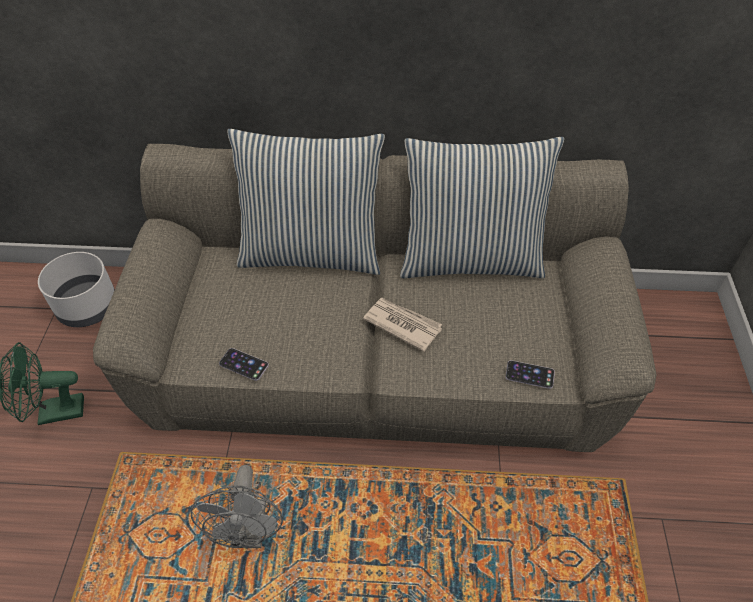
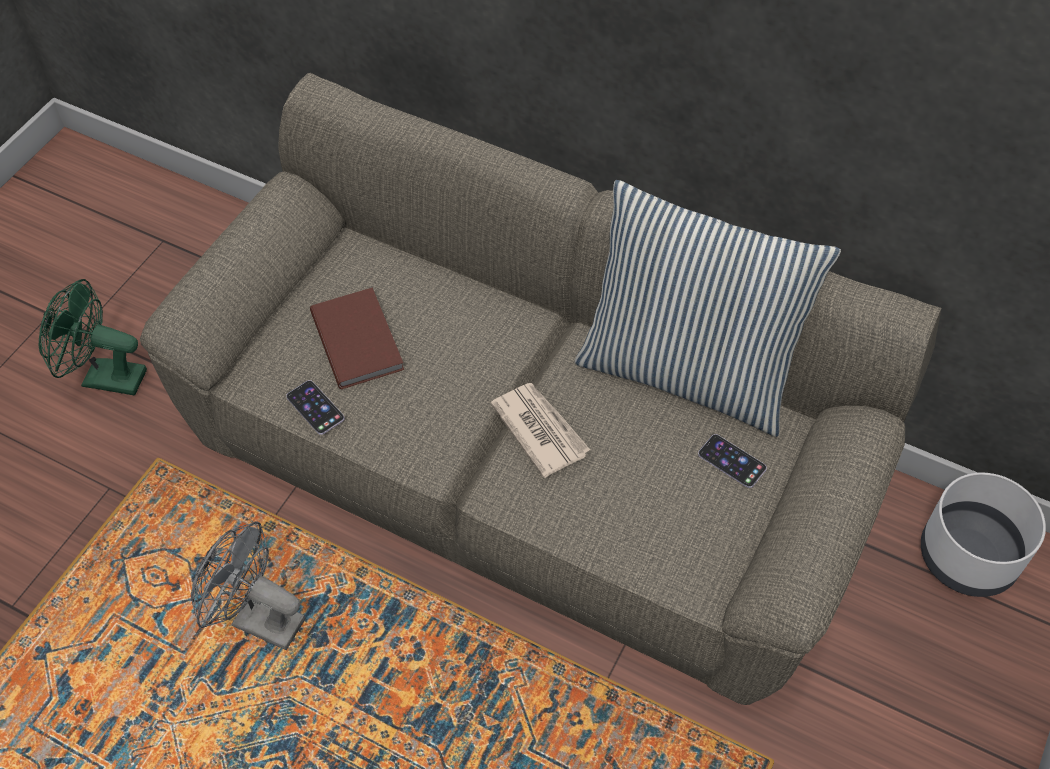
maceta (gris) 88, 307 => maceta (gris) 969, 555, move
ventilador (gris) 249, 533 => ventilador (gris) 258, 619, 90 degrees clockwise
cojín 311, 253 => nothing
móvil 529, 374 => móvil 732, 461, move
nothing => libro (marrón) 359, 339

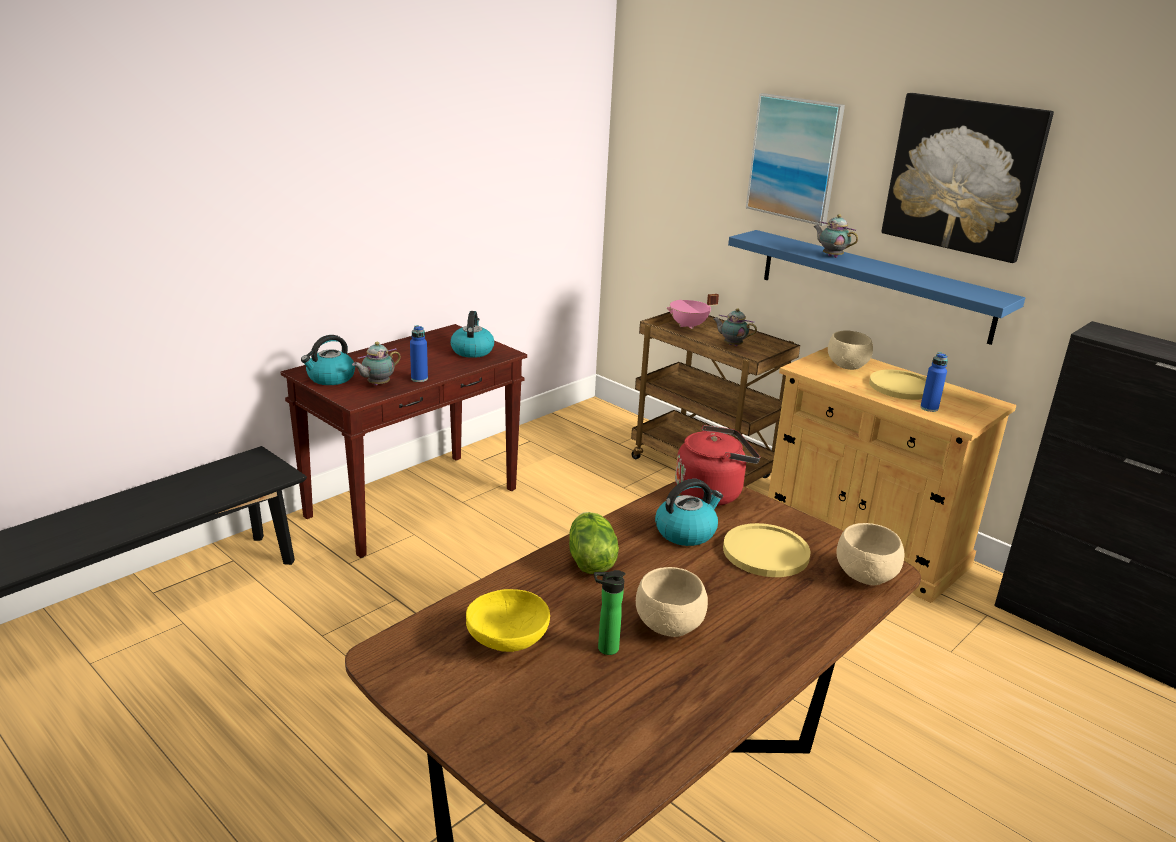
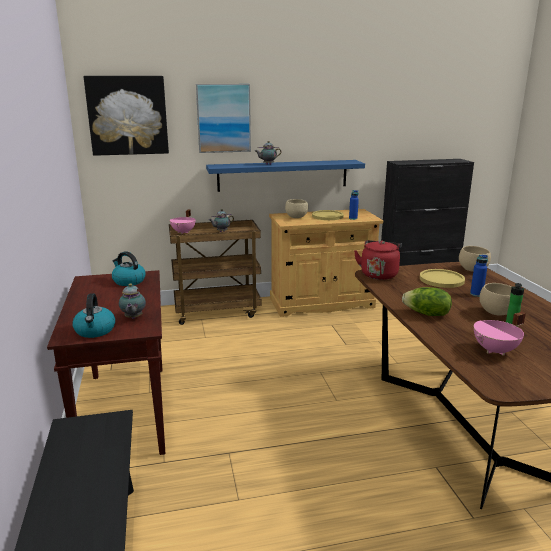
botella (azul) 419, 379 => botella (azul) 476, 294, move
cuenco (amarillo) 507, 642 => olla (rosa) 496, 351
hervidor 686, 532 => nothing
cuadro 963, 176 => cuadro 128, 115, move

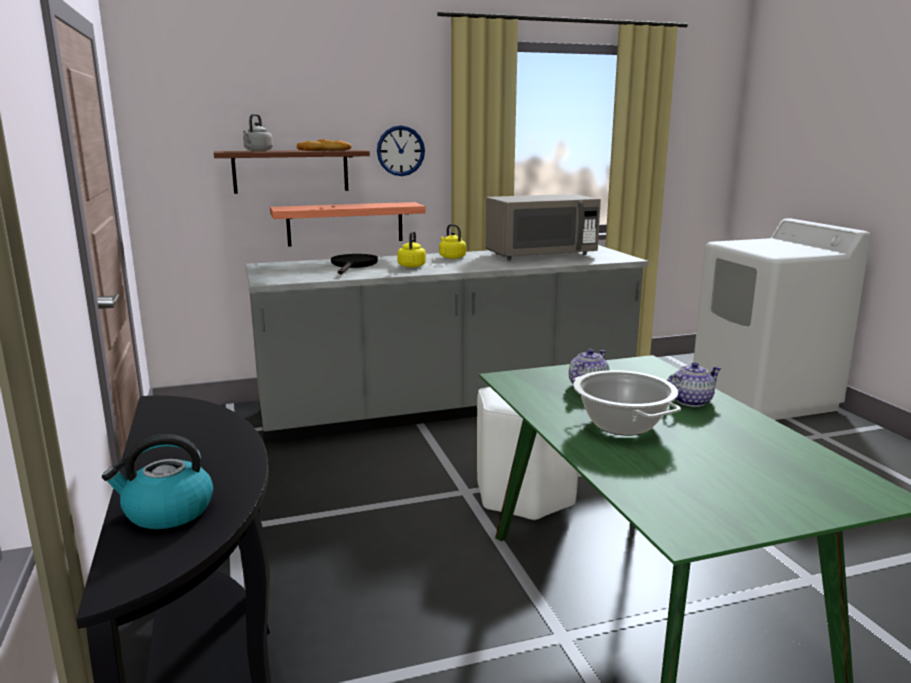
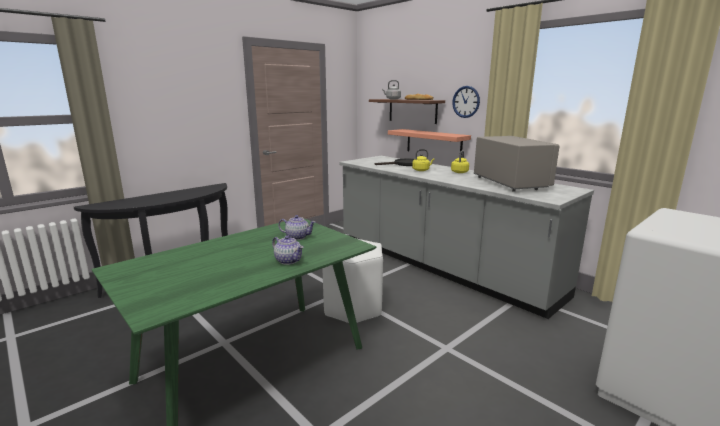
hervidor 167, 512 => nothing
microondas (gris) 540, 255 => microondas (gris) 510, 183, 150 degrees counterclockwise
olla 621, 424 => nothing

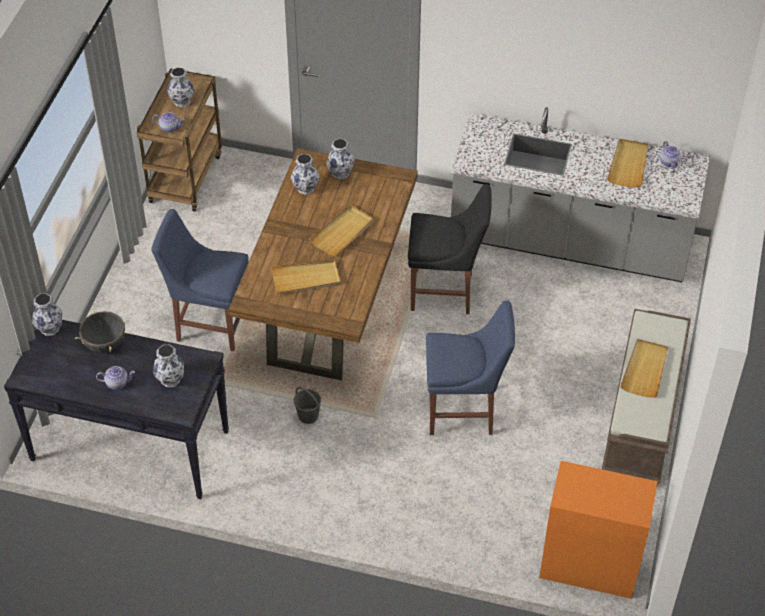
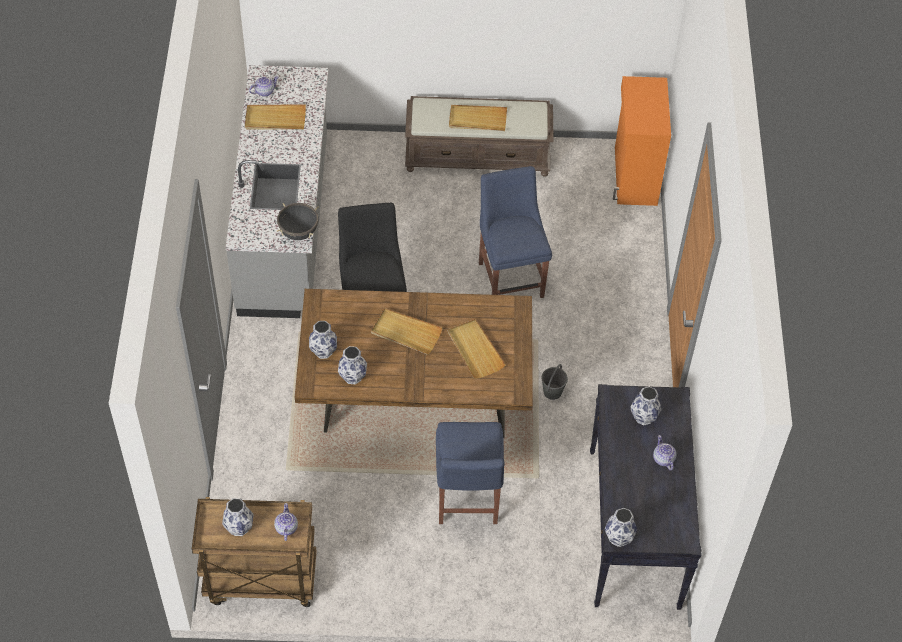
olla (negro) 105, 344 => olla (negro) 298, 232, move

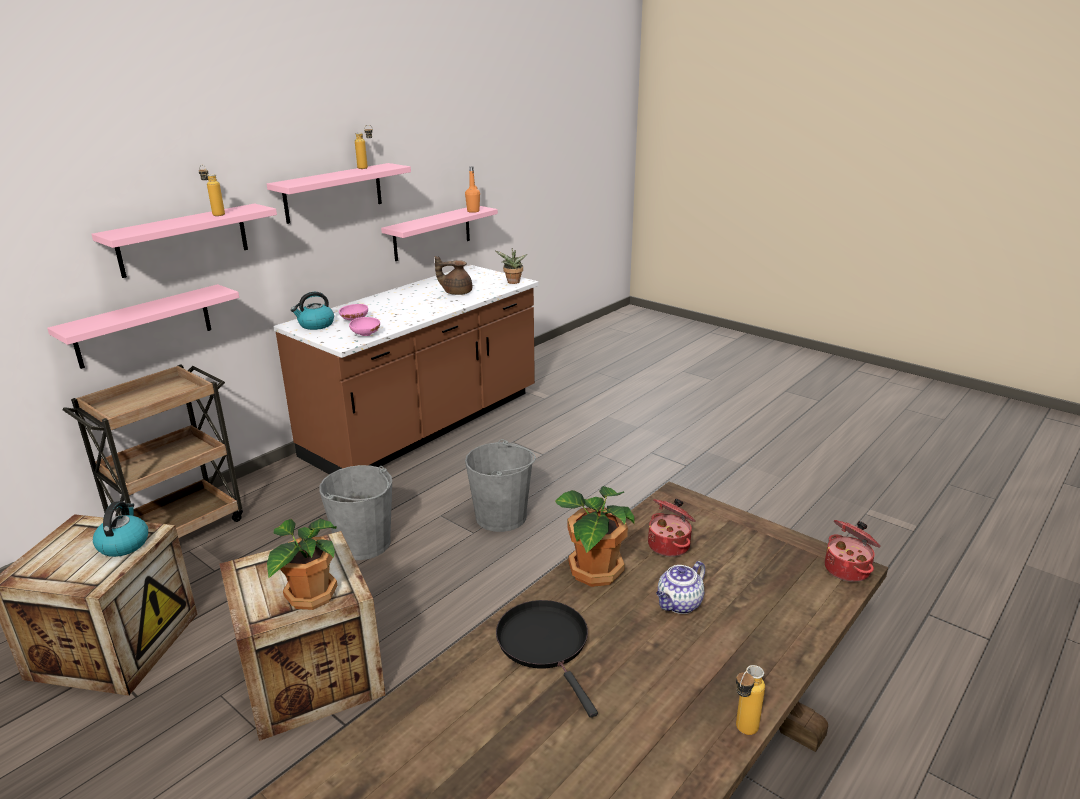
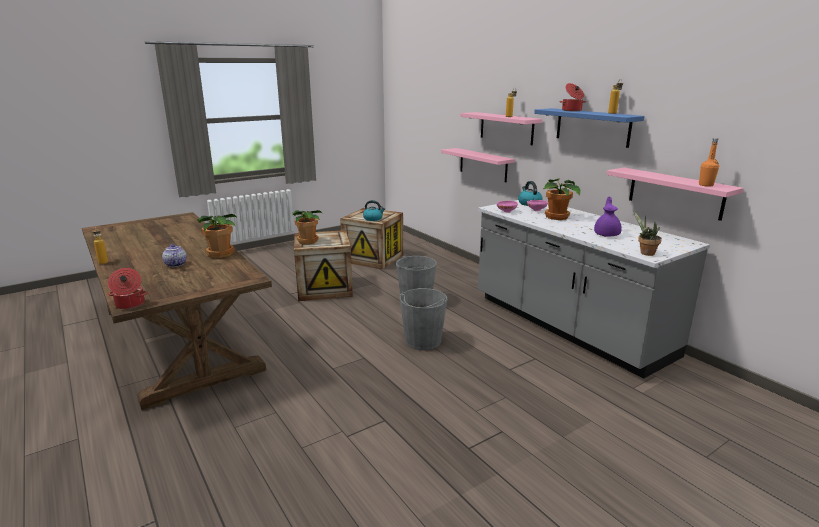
carrito (marrón) 179, 528 => nothing
estante (rosa) 333, 193 => estante (azul) 592, 127
mueble bajo de cocina (marrón) 425, 425 => mueble bajo de cocina (gris) 568, 326
tetera (marrón) 456, 292 => tetera (morado) 607, 234
sartén (negro) 545, 644 => nothing
olla 670, 545 => olla 572, 110, move
nothing => planta en maceta 557, 217

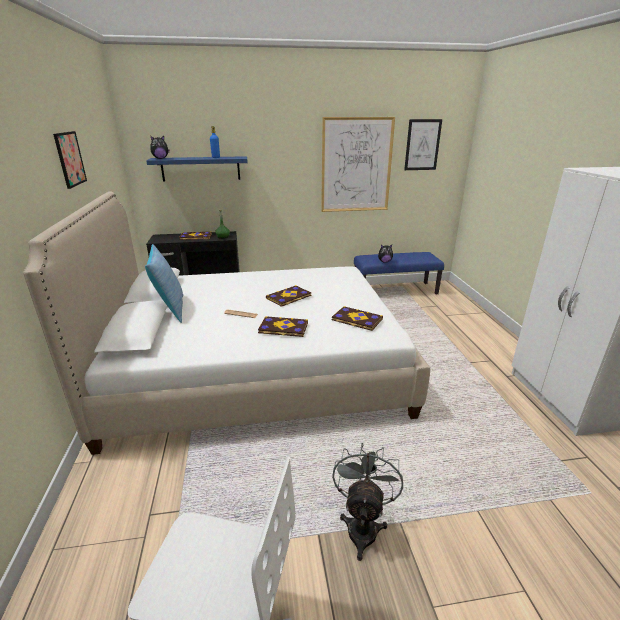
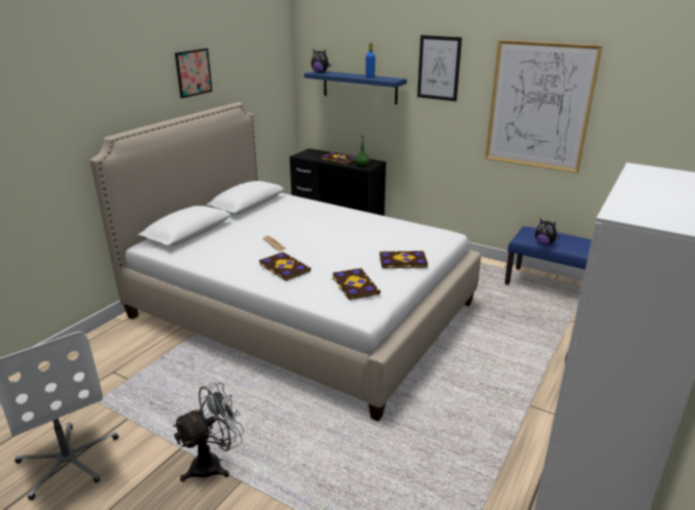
cojín 170, 309 => nothing
libro 289, 297 => libro 403, 261, move
cuadro 422, 145 => cuadro 439, 68, move

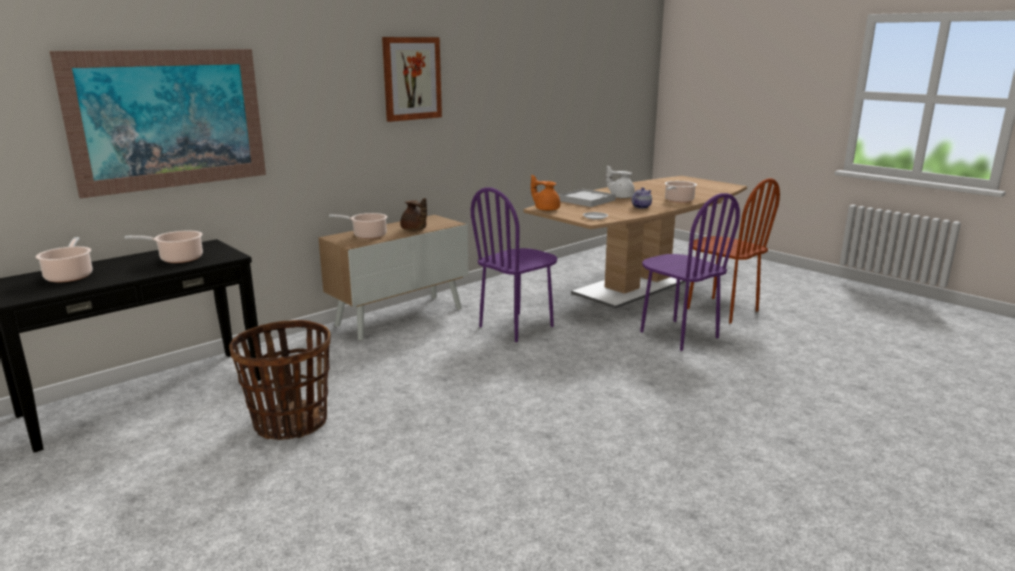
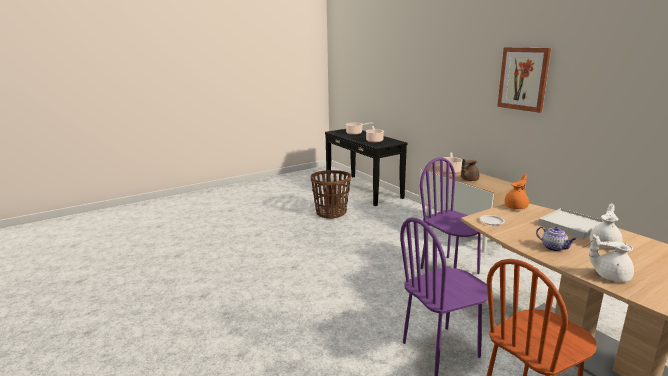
cuadro 169, 119 => nothing
olla 678, 201 => tetera (blanco) 610, 276

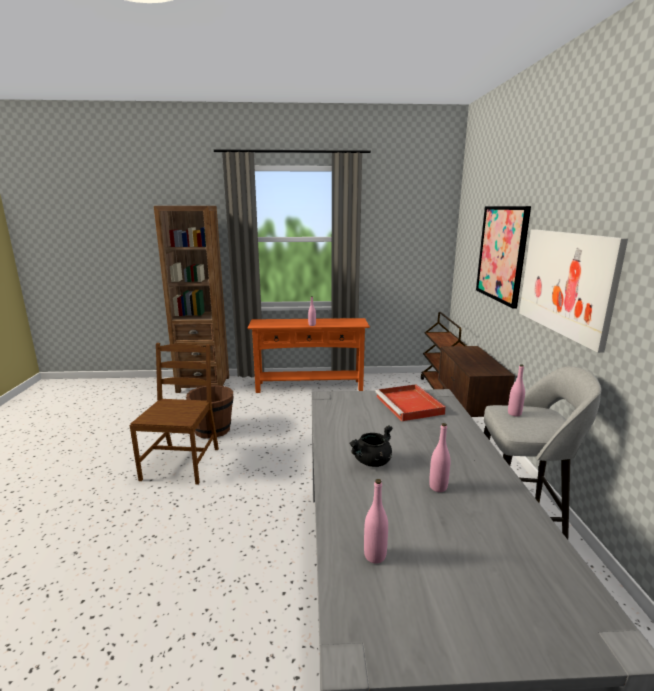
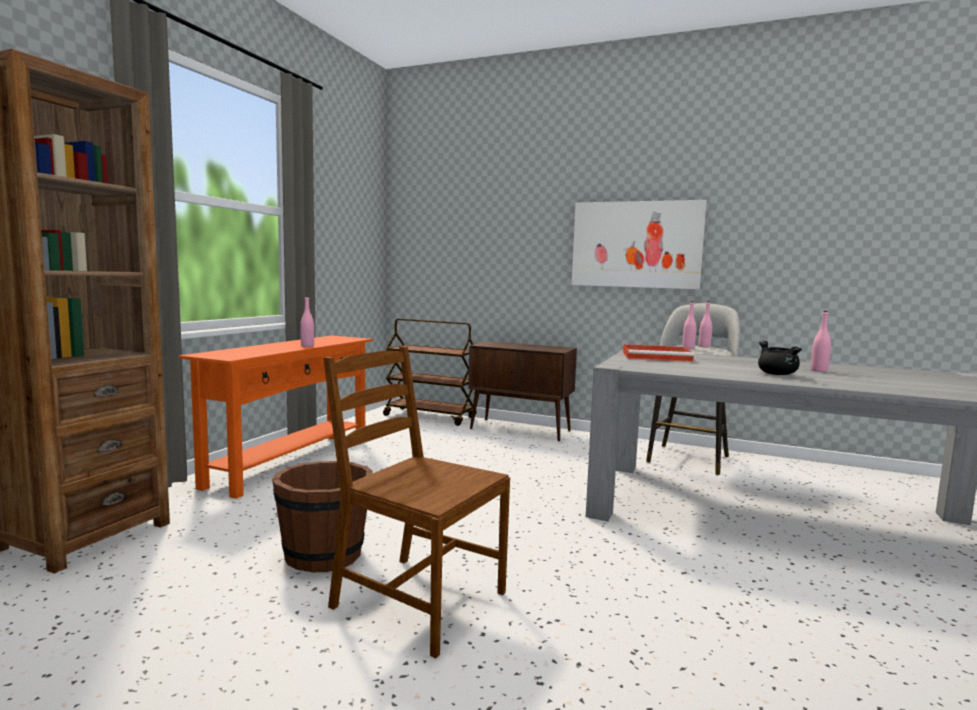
botella (rosa) 375, 555 => botella (rosa) 704, 346, move
cuadro 501, 253 => nothing

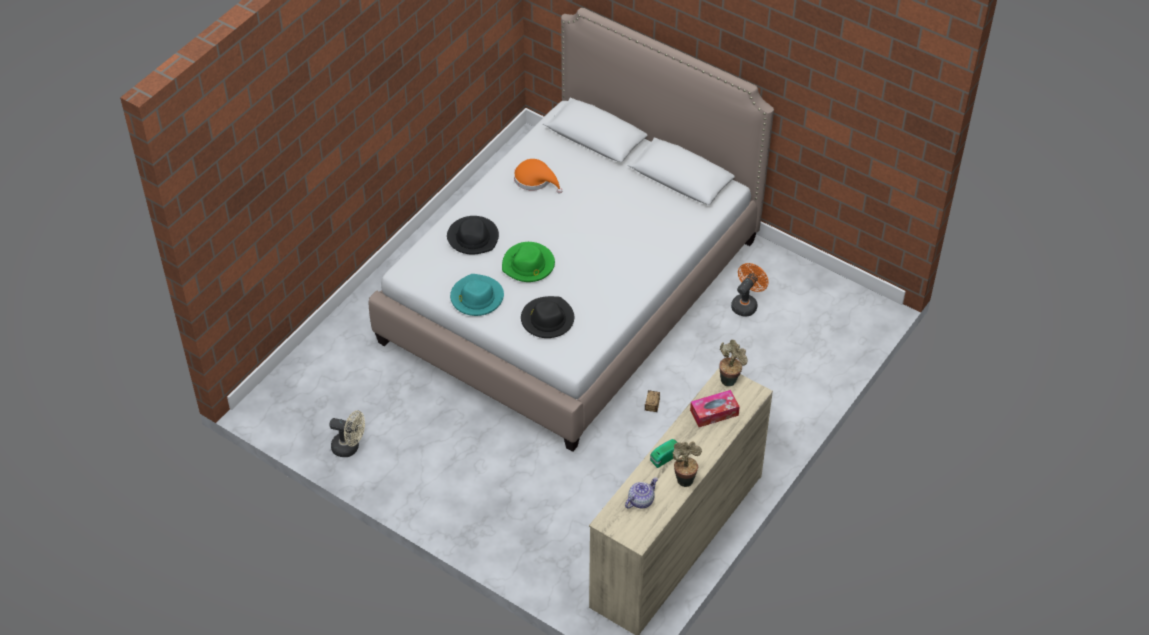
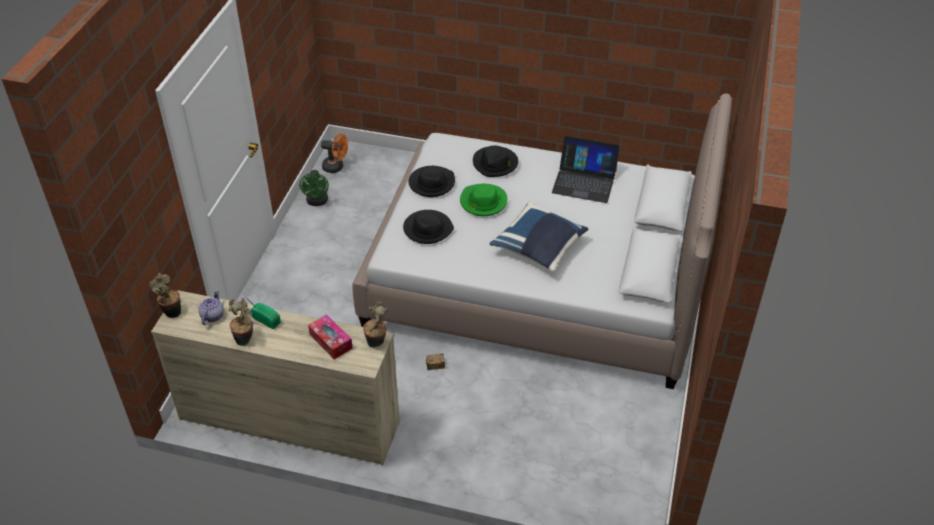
ventilador (beis) 350, 447 => ventilador (verde) 317, 202
sombrero (turquesa) 476, 297 => sombrero (negro) 431, 183
sombrero (naranja) 535, 180 => portátil 584, 181
tetera 641, 500 => tetera 212, 316, 105 degrees counterclockwise
ventilador (naranja) 746, 304 => ventilador (naranja) 336, 167, move
nothing => planta en maceta 171, 312
nothing => cojín (azul) 539, 248

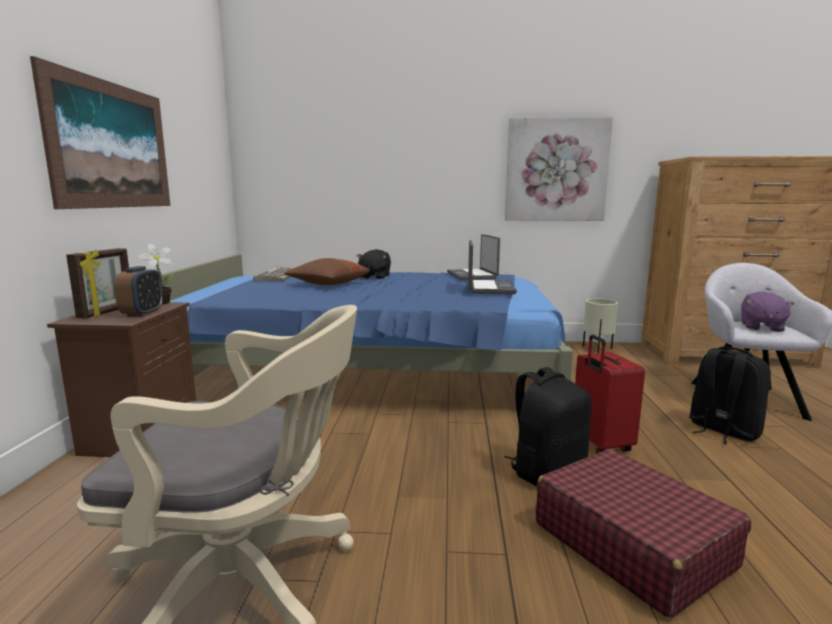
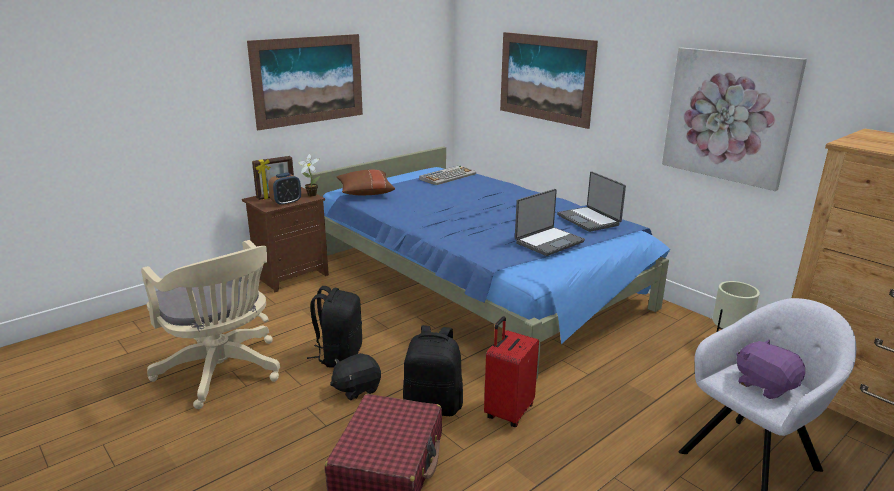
cojín (marrón) 328, 284 => cojín (marrón) 365, 193, move
peluche (negro) 374, 277 => peluche (negro) 356, 388, move
portátil 473, 276 => portátil 589, 220, 60 degrees counterclockwise
mochila (negro) 722, 431 => mochila (negro) 339, 355, move
peluche (morado) 761, 327 => peluche (morado) 765, 385, 75 degrees clockwise
nothing => cuadro 545, 78

